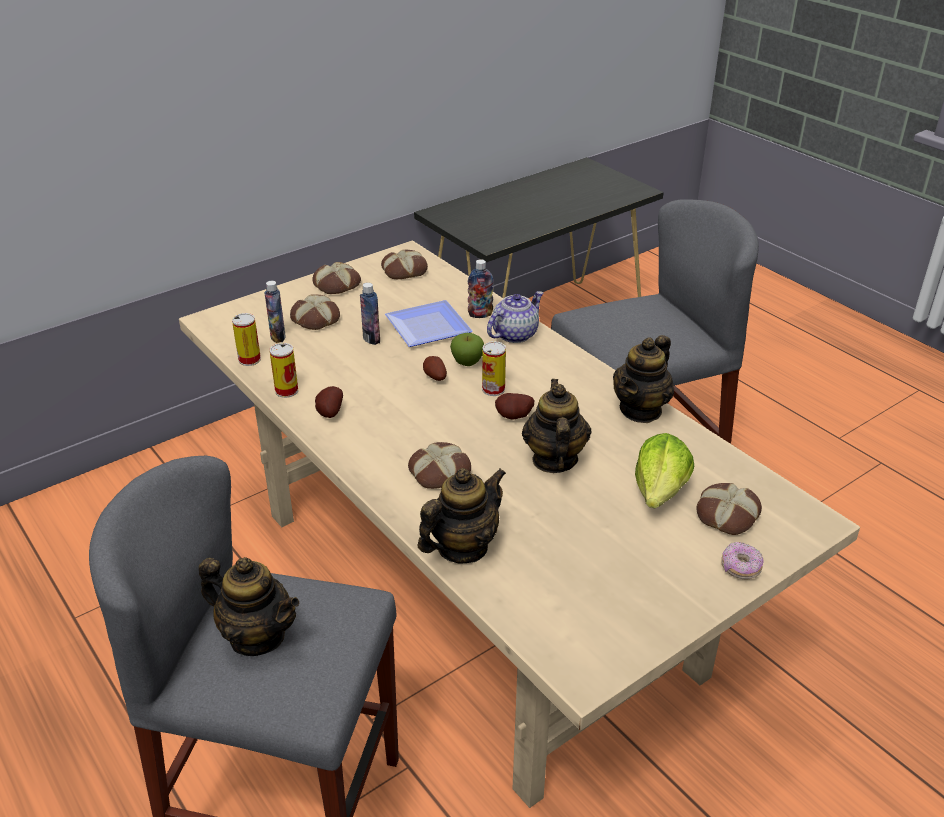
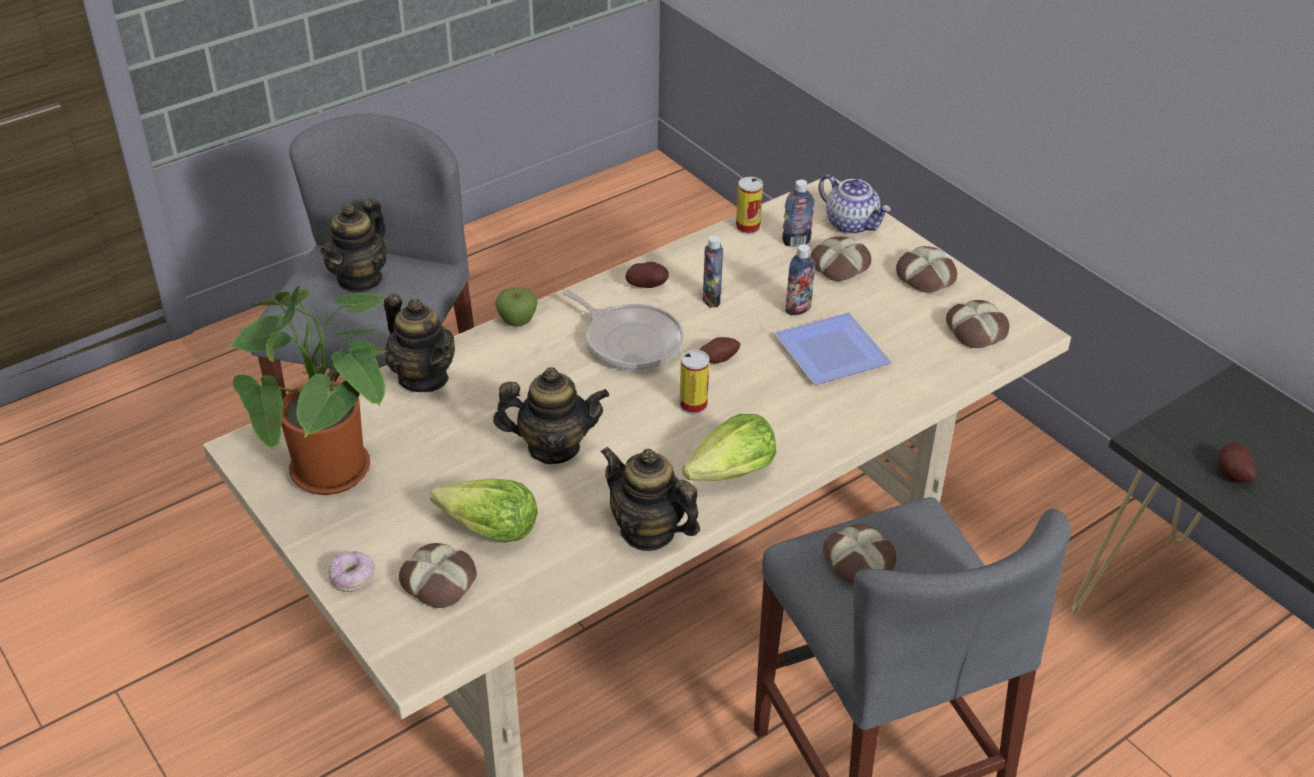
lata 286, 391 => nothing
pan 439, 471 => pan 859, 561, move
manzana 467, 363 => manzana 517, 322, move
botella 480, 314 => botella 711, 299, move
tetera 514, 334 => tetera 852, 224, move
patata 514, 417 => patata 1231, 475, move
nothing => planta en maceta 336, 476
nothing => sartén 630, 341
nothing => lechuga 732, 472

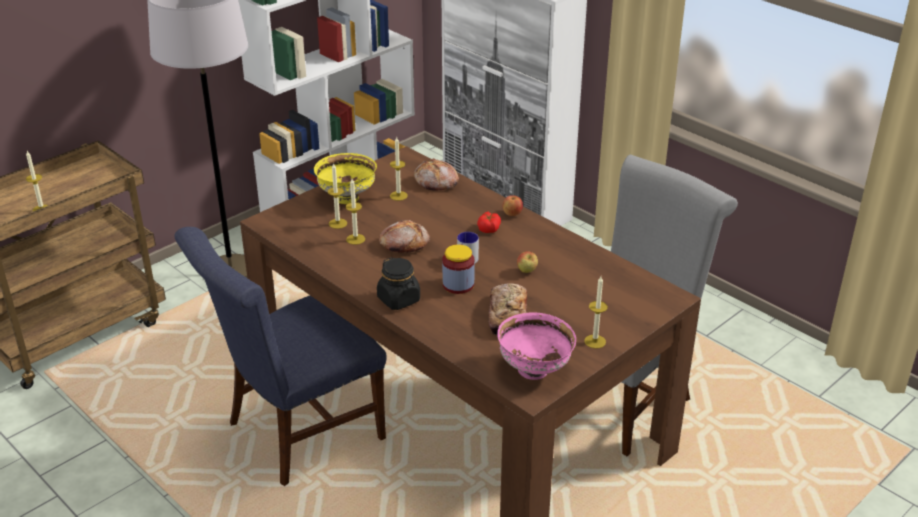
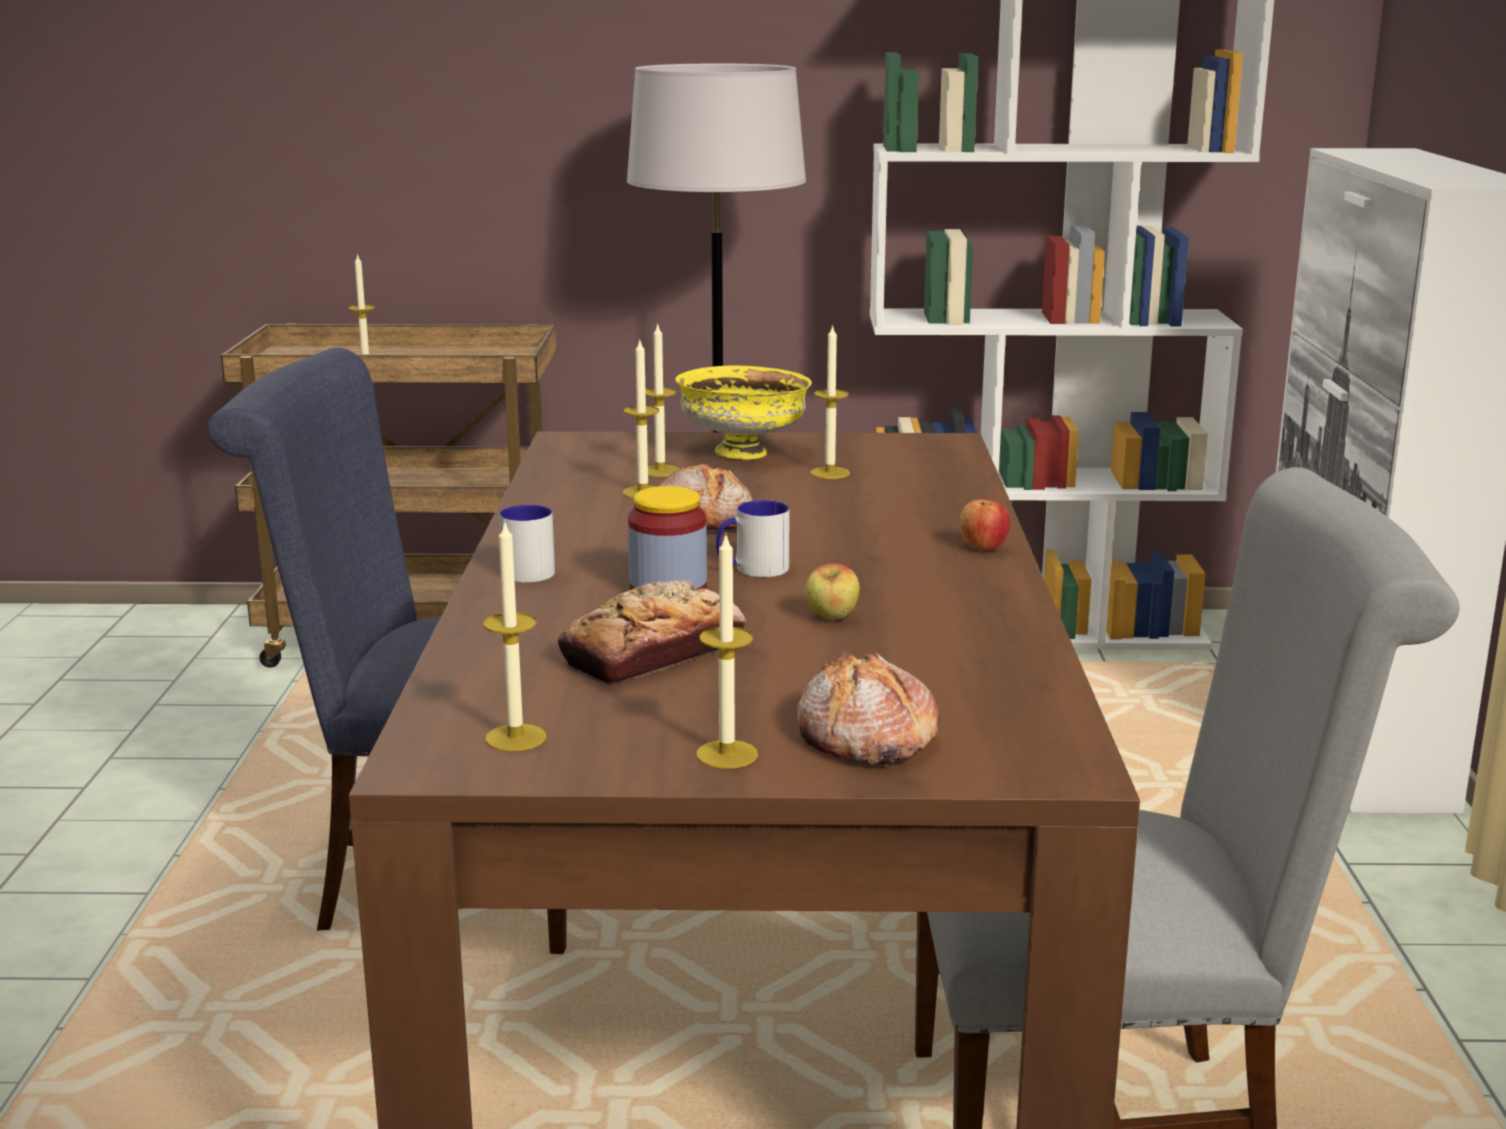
tarro (negro) 399, 299 => taza grande 531, 570
pan 436, 182 => pan 864, 737, move
tomate 488, 228 => nothing
cuenco (rosa) 535, 369 => vela 515, 738

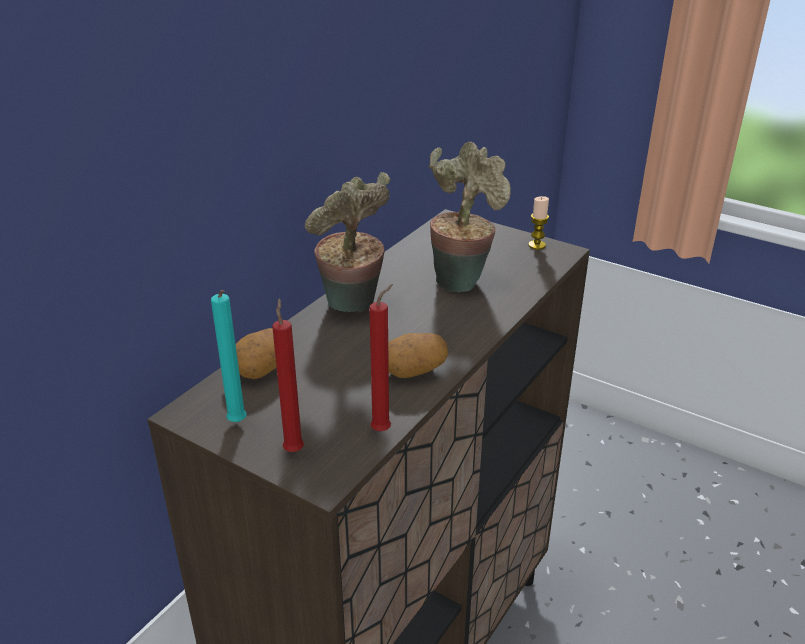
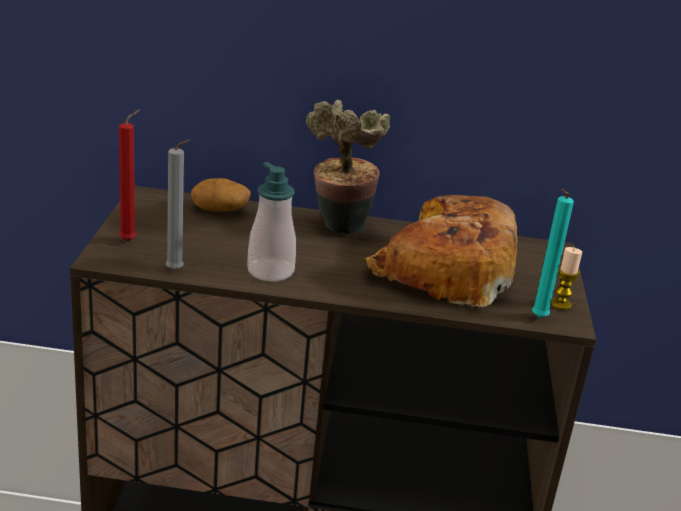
vela (turquesa) 238, 424 => vela (turquesa) 537, 318, move
vela (rojo) 383, 429 => vela (gris) 177, 271
patata 414, 369 => dispensador de jabón 270, 271
planta en maceta 462, 279 => pan 441, 271

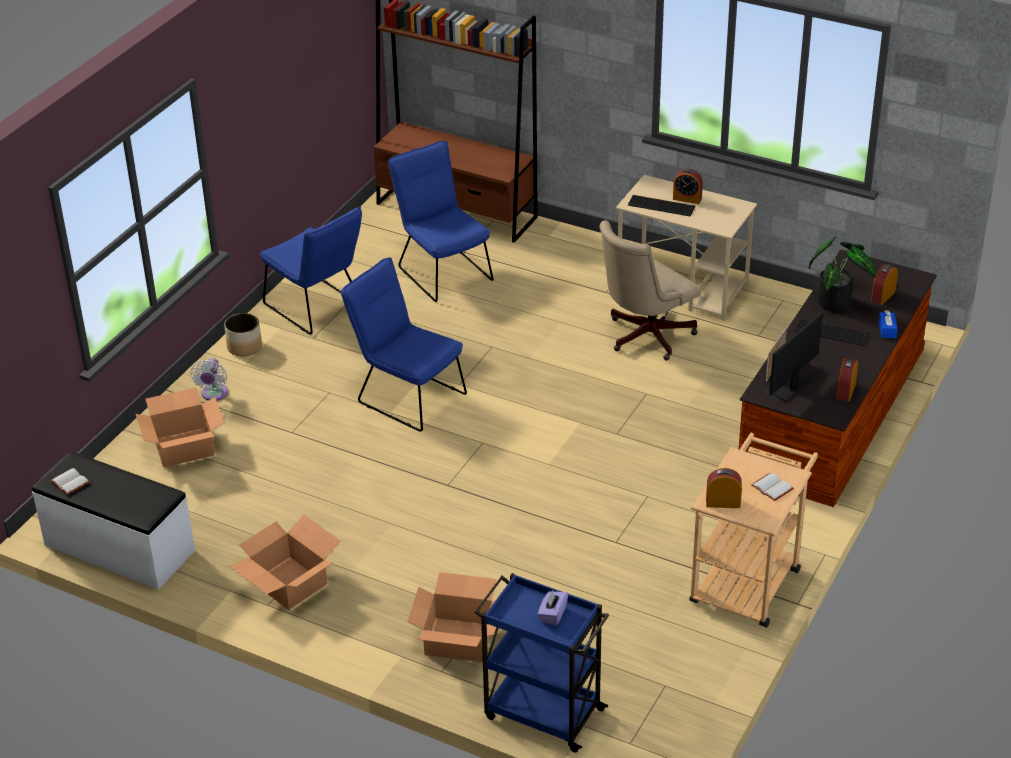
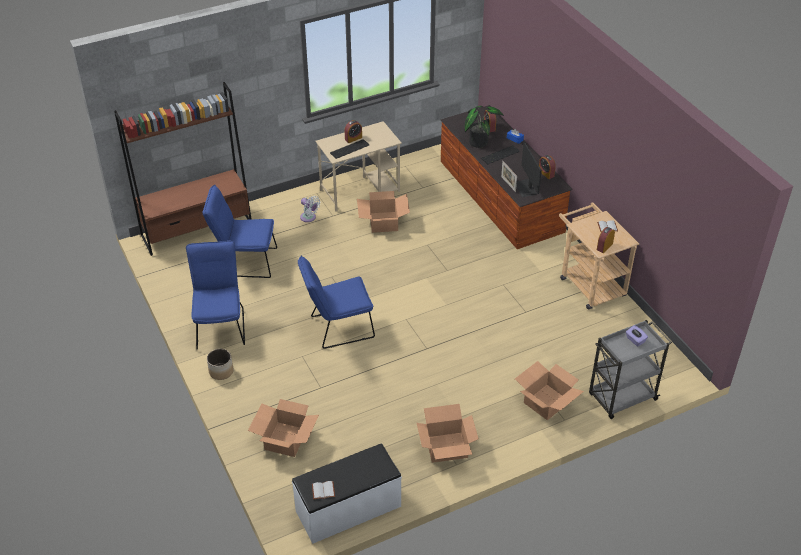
ventilador (blanco) 214, 394 => ventilador (blanco) 309, 218, move
silla (azul) 317, 308 => silla (azul) 220, 325, 90 degrees counterclockwise
carrito (azul) 542, 712 => carrito (gris) 621, 398
silla de oficina (beis) 644, 337 => caja de cartón 383, 222

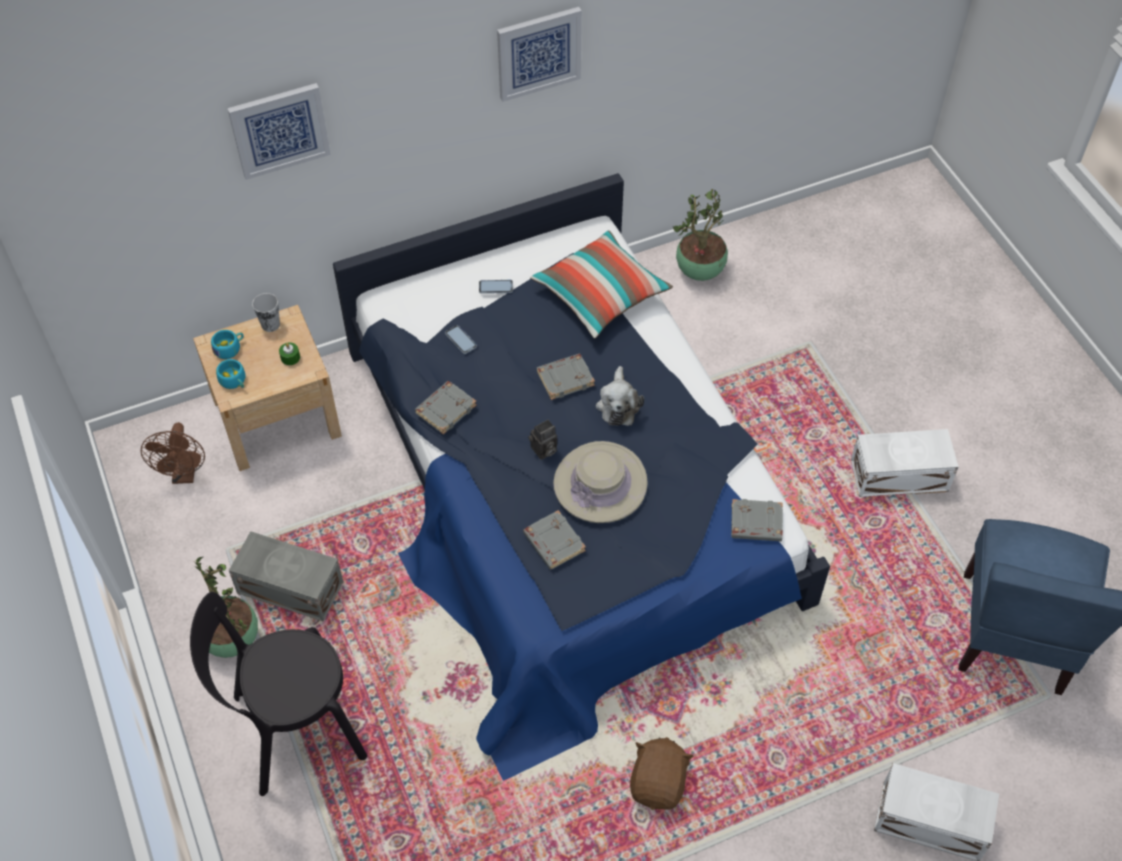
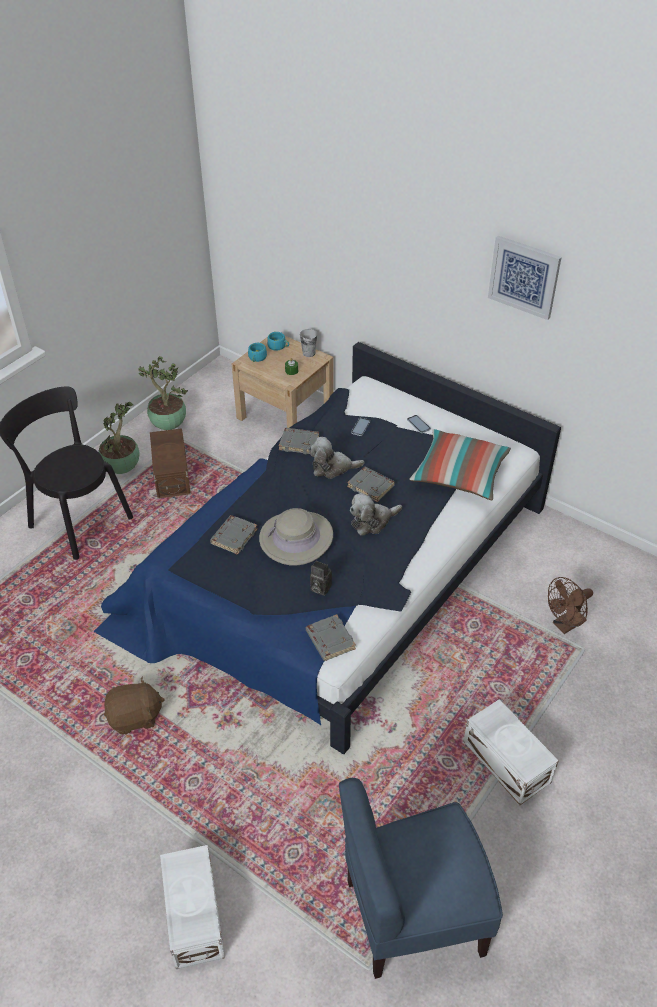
ventilador (marrón) 184, 474 => ventilador (marrón) 565, 625, move
cuadro 279, 130 => nothing
caja de almacenaje (gris) 289, 586 => caja de almacenaje (marrón) 172, 474
cámara 543, 451 => cámara 319, 588, move
planta en maceta 698, 272 => planta en maceta 168, 425, move
nothing => peluche 332, 467

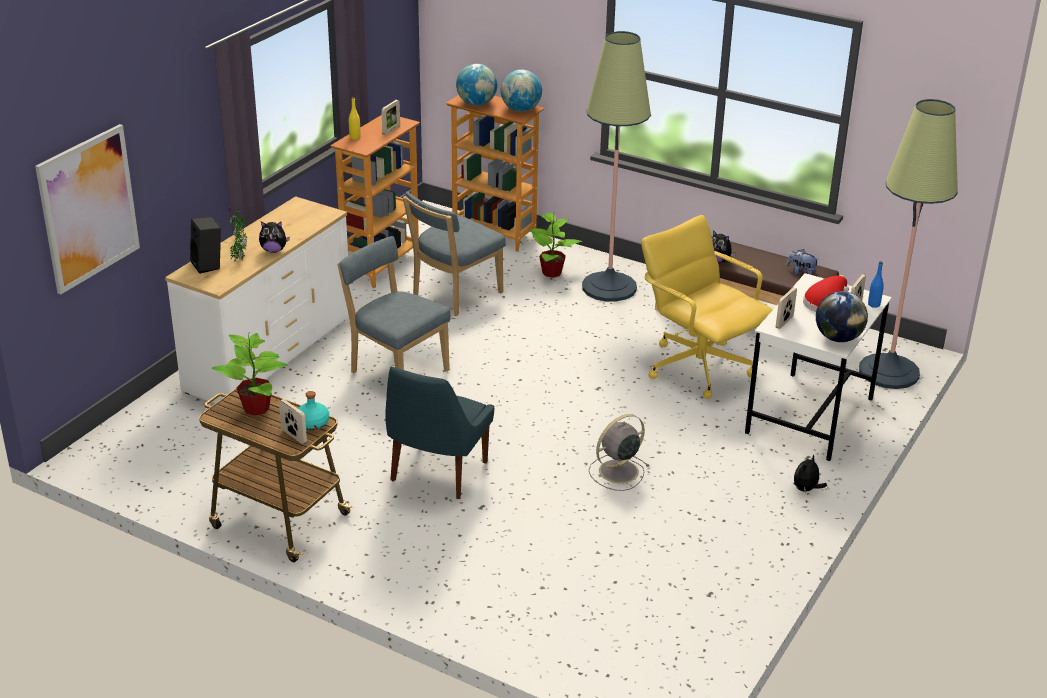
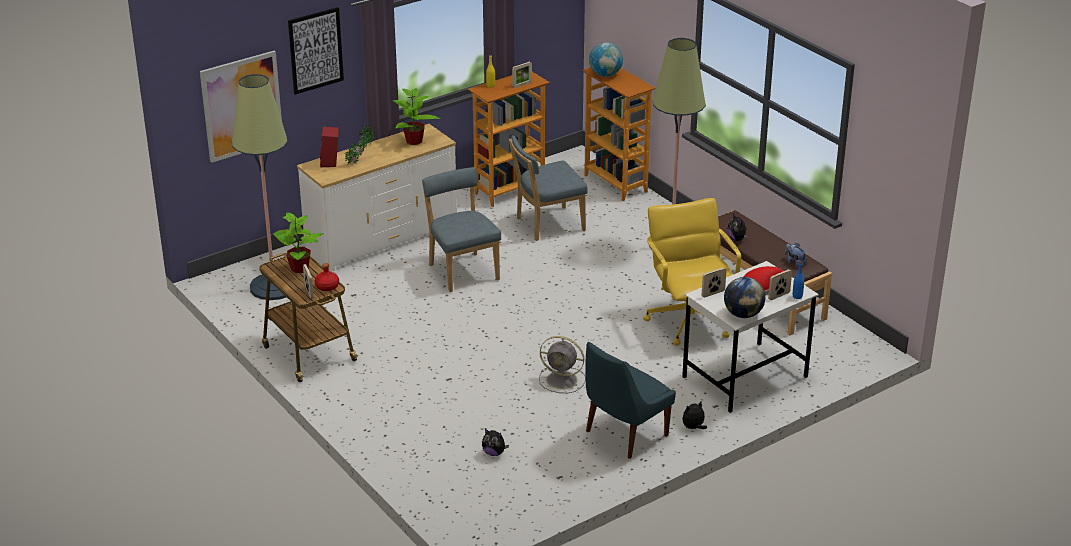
altavoz (negro) 208, 265 => altavoz (rojo) 331, 162
peluche 274, 250 => peluche 494, 453, move
botella (turquesa) 312, 423 => botella (rojo) 327, 287
silla (azul) 437, 473 => silla (azul) 624, 435, move
globo terráqueo 521, 109 => nothing
planta en maceta 552, 273 => planta en maceta 414, 141, move
ventilador (gris) 617, 472 => ventilador (gris) 563, 380, 150 degrees counterclockwise
lámpara de pie 889, 372 => lámpara de pie 273, 287, move
nothing => cuadro 315, 50

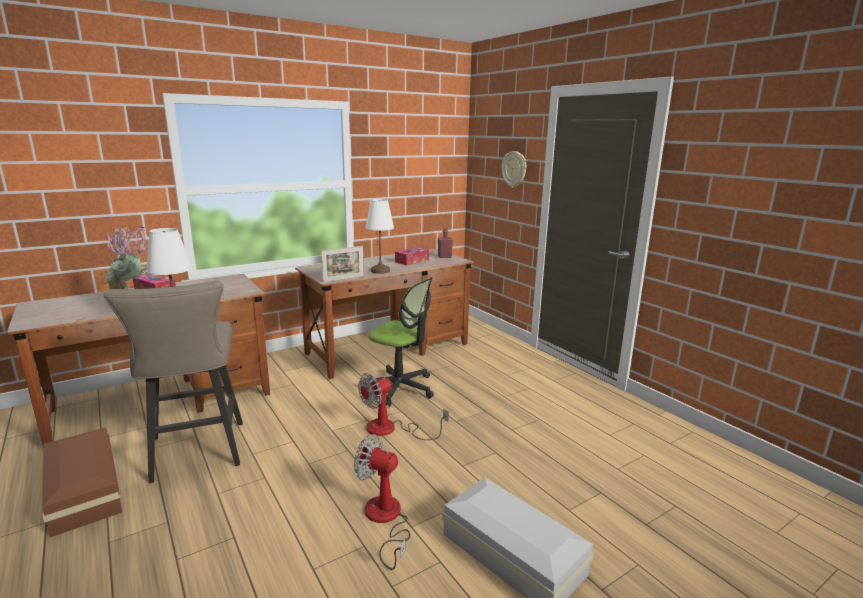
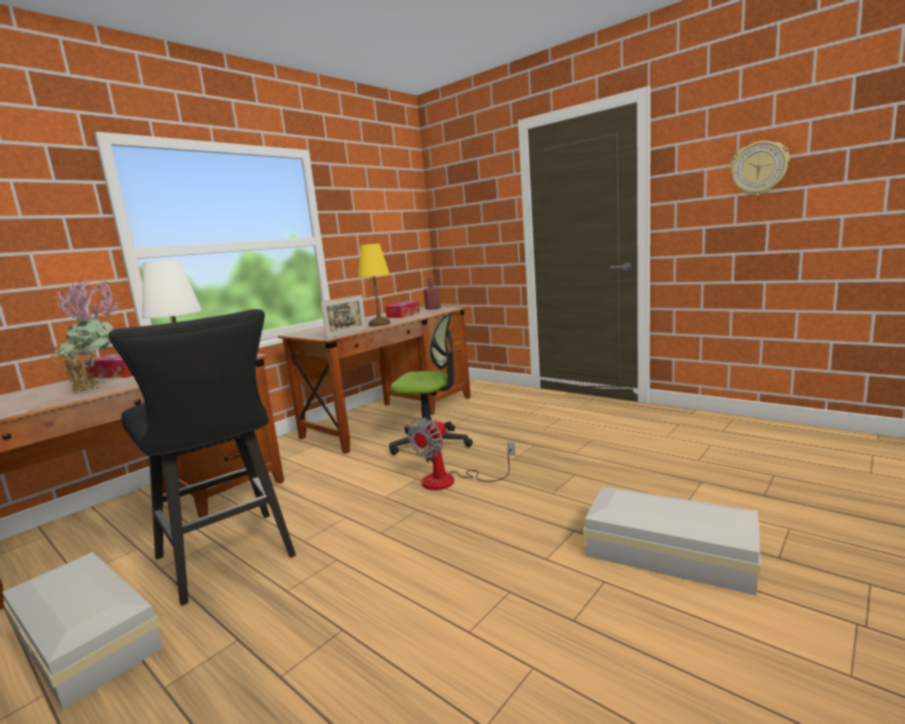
caja de almacenaje (marrón) 86, 488 => caja de almacenaje (blanco) 87, 636
taburete (beis) 197, 455 => taburete (negro) 230, 560
ventilador 385, 520 => nothing
lámpara de mesa (blanco) 380, 271 => lámpara de mesa (amarillo) 380, 324
reloj de pared 514, 169 => reloj de pared 759, 168, move

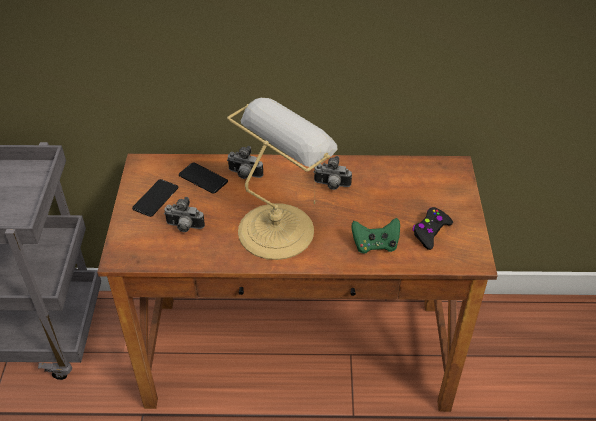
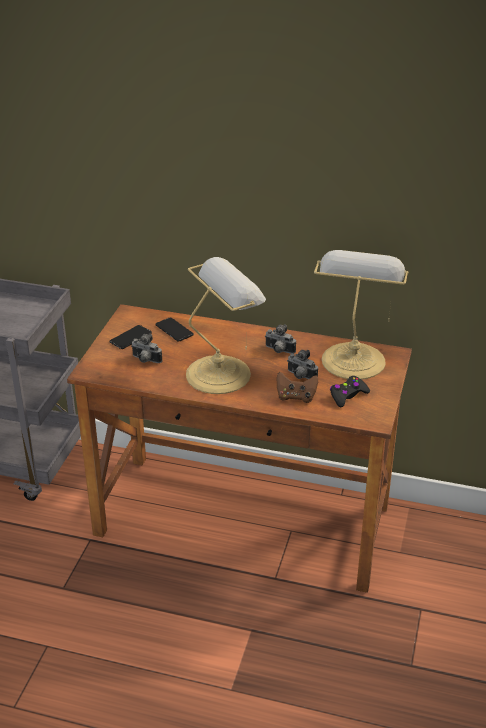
cámara 244, 175 => cámara 300, 376, move
mando de consola (verde) 375, 245 => mando de consola (marrón) 296, 397
nothing => lámpara de mesa 353, 358

